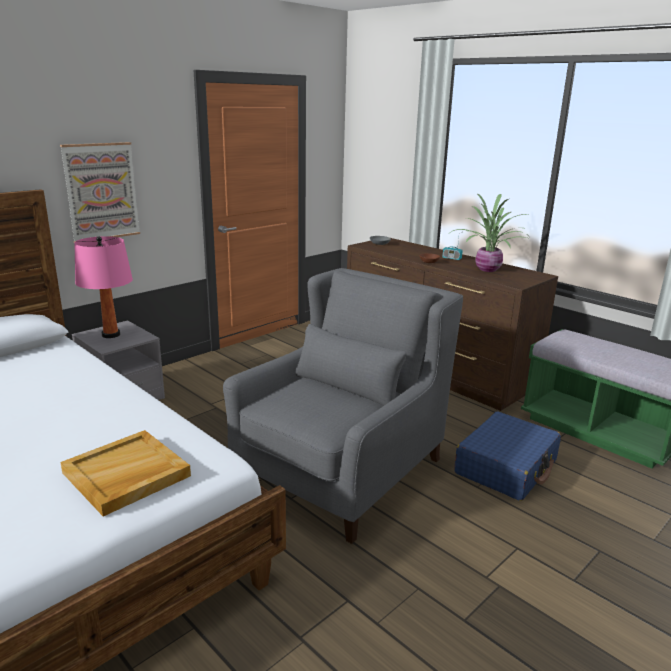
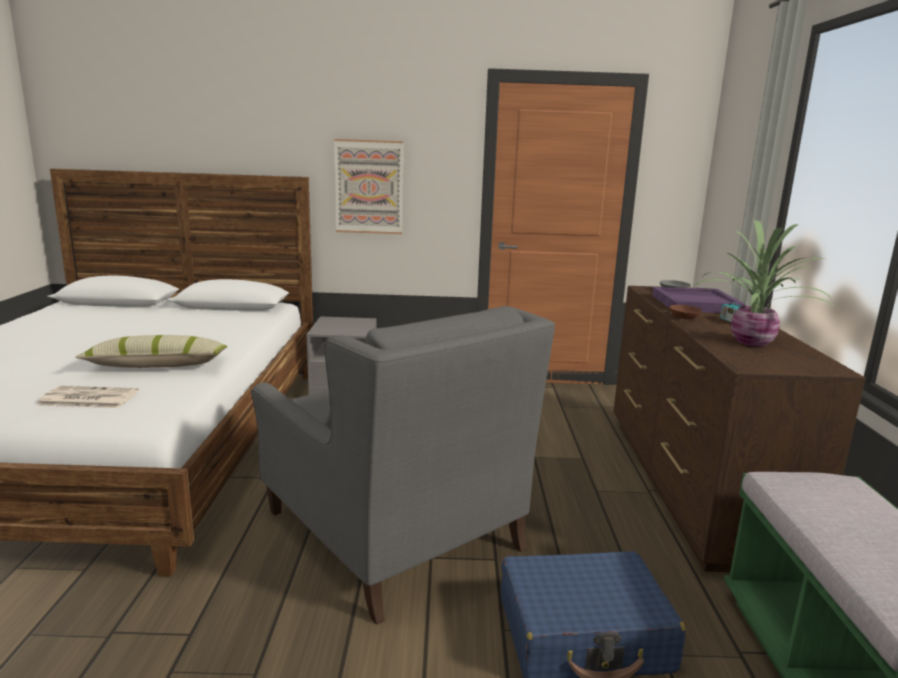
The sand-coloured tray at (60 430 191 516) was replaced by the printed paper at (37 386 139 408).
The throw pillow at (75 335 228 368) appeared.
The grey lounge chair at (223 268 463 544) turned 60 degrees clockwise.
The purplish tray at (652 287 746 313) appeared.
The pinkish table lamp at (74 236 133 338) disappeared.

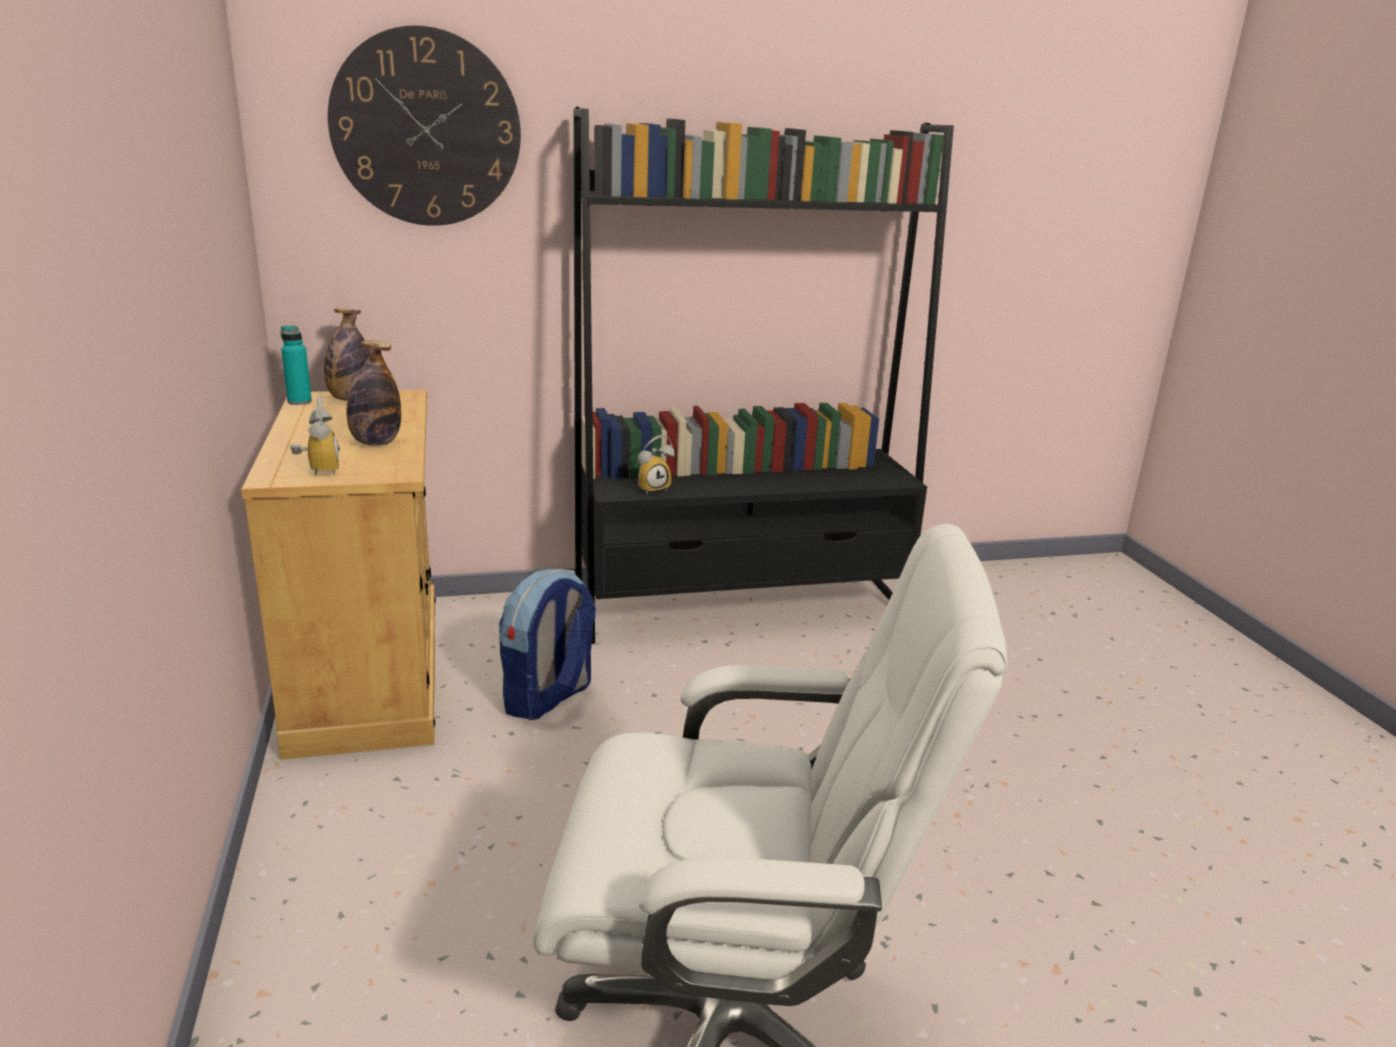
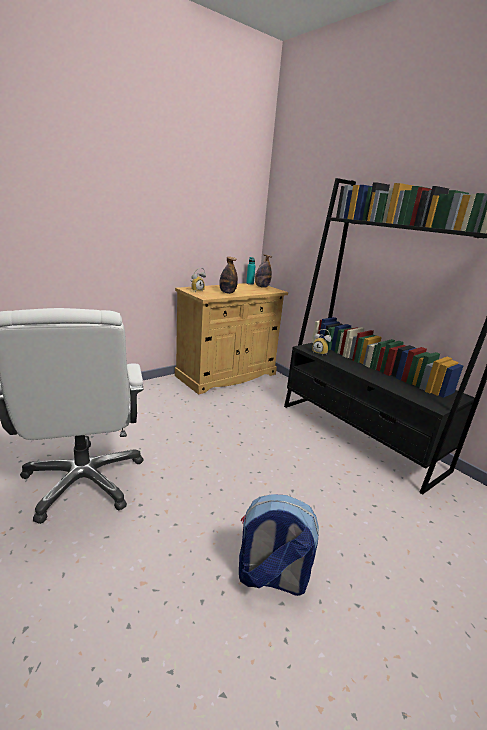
The backpack moved from (498 569 596 720) to (239 494 319 596).
The clock on the wall at (328 25 521 226) disappeared.

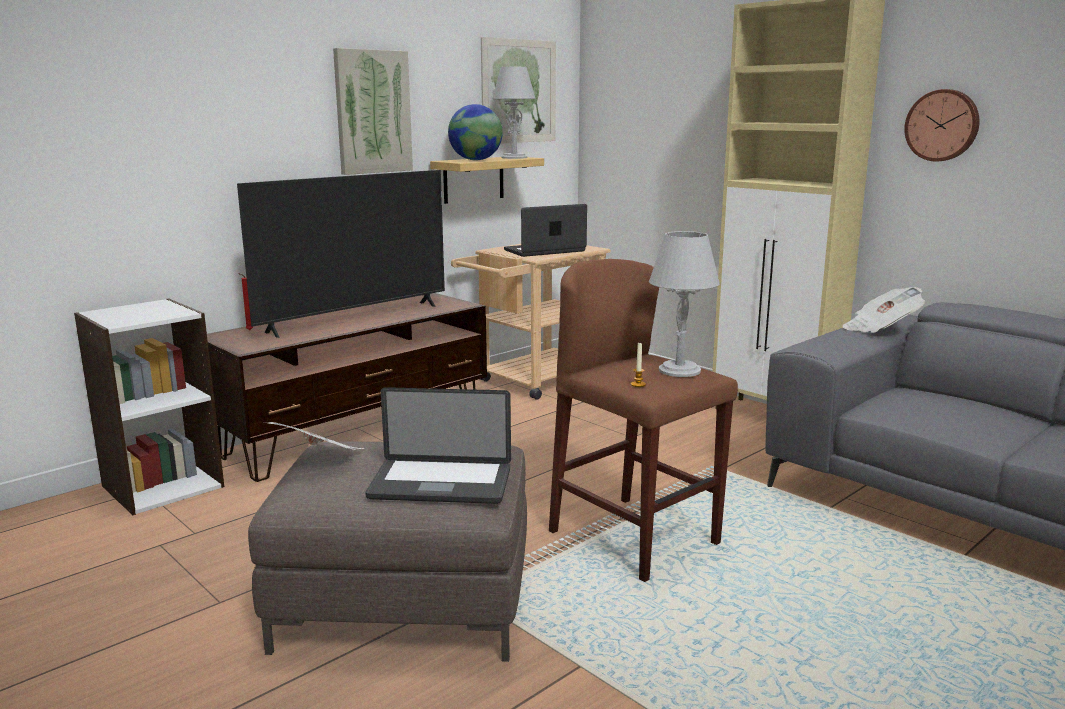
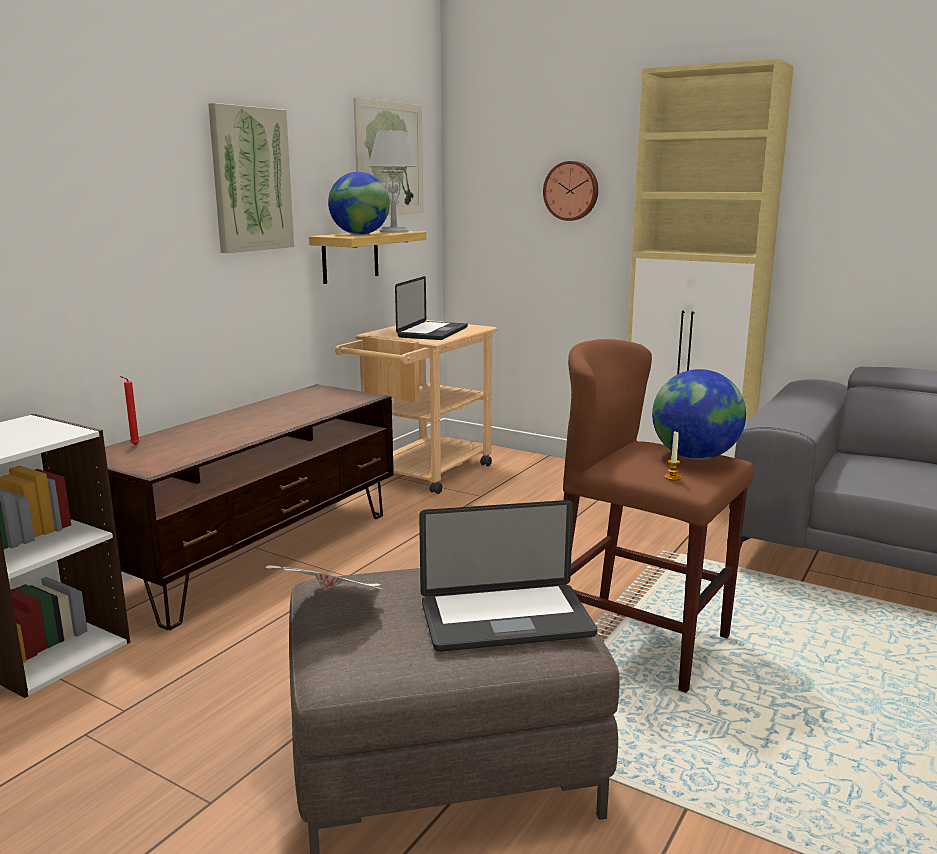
The portable computer at (504 204 587 257) turned 150 degrees clockwise.
The clock on the wall moved from (904 89 980 162) to (543 161 598 221).
The grey table lamp at (649 231 720 377) was replaced by the desk globe at (652 369 746 460).
The TV at (237 170 445 338) disappeared.
The printed paper at (842 287 925 333) disappeared.

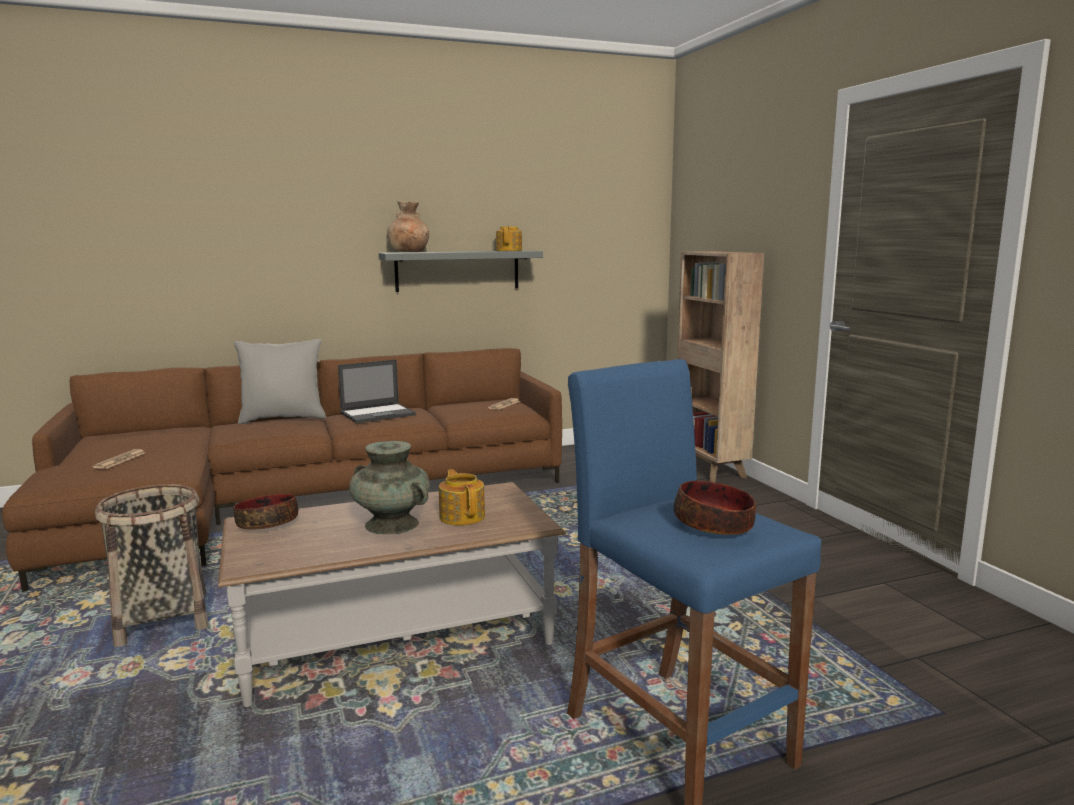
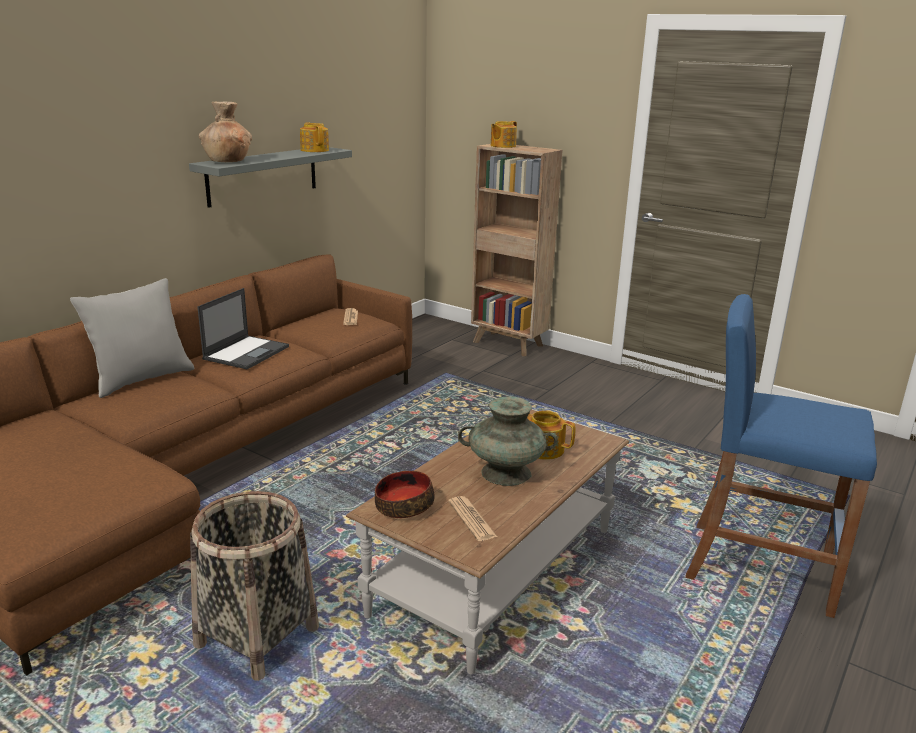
The printed paper moved from (92 449 145 469) to (448 496 497 541).
The teapot at (491 121 517 148) appeared.
The bowl at (674 480 756 535) disappeared.

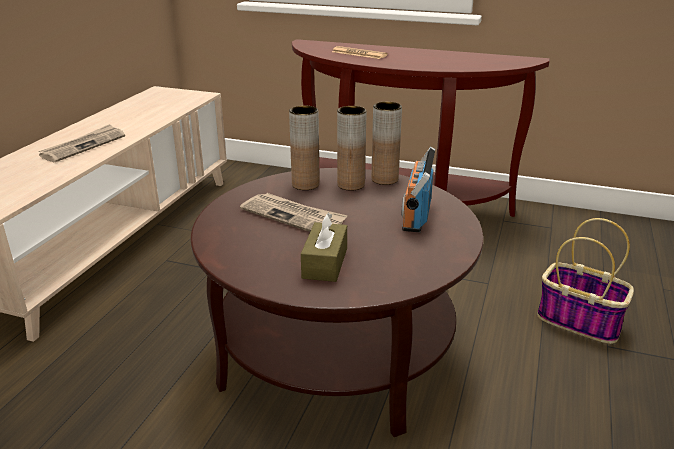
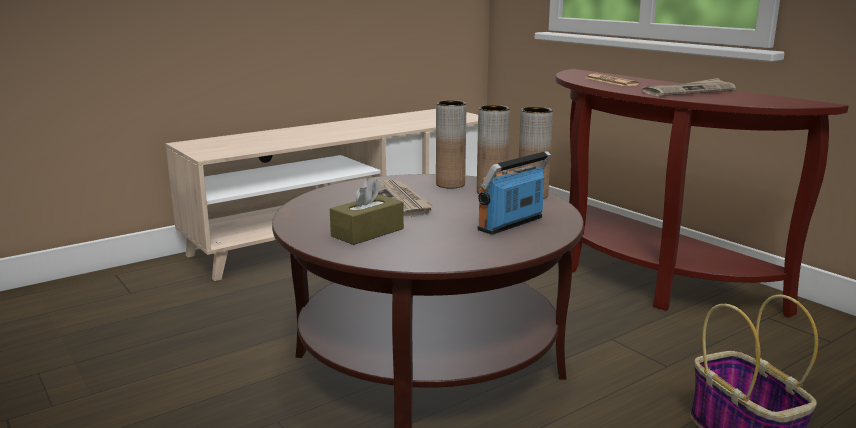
The printed paper moved from (39 124 125 162) to (642 78 736 96).

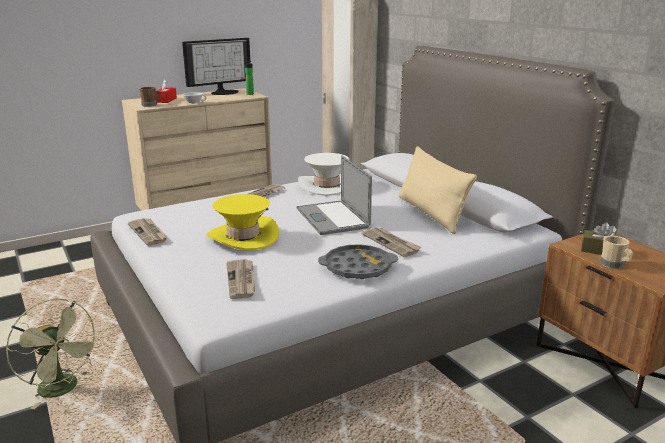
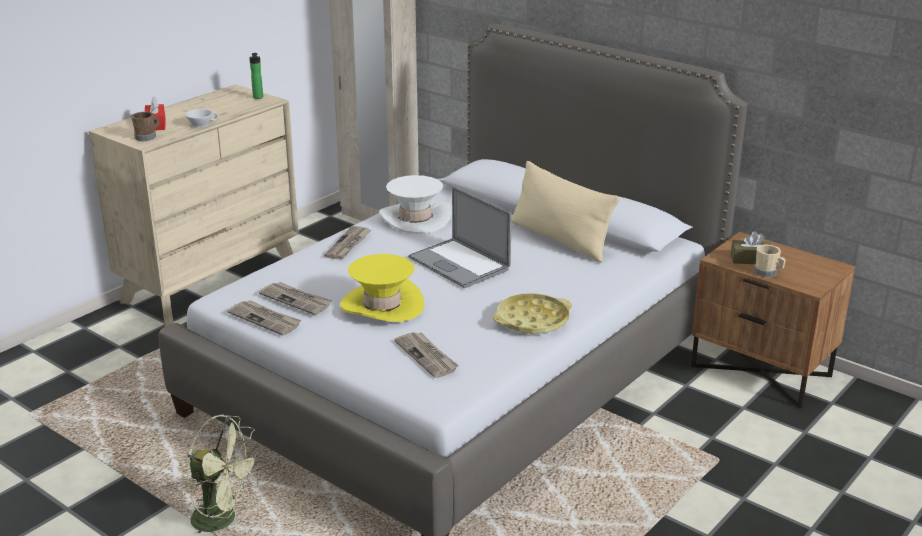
The printed paper moved from (362 228 421 257) to (259 282 332 315).
The grey tray at (318 244 398 279) became the yellowish tray at (493 293 572 334).
The computer screen at (182 38 250 95) disappeared.

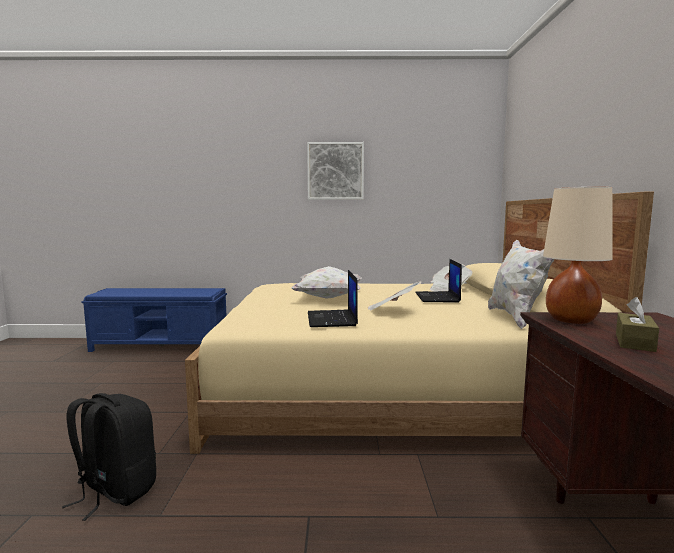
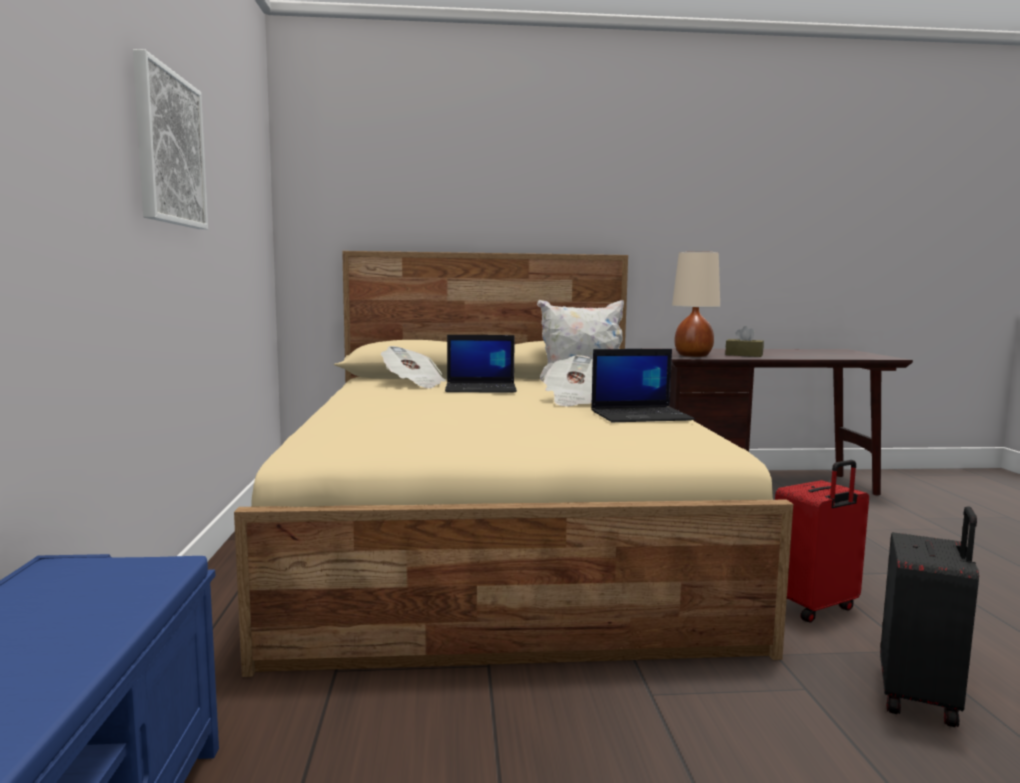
The red-coloured travel case at (775 460 869 622) appeared.
The black-coloured backpack at (62 393 156 521) was replaced by the black-coloured travel case at (880 506 979 727).
The whitish throw pillow at (291 266 361 299) disappeared.

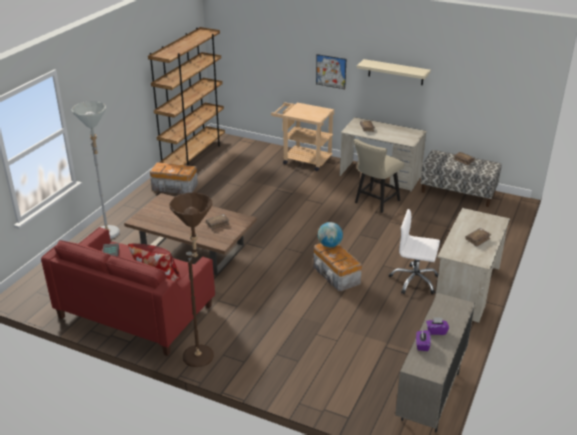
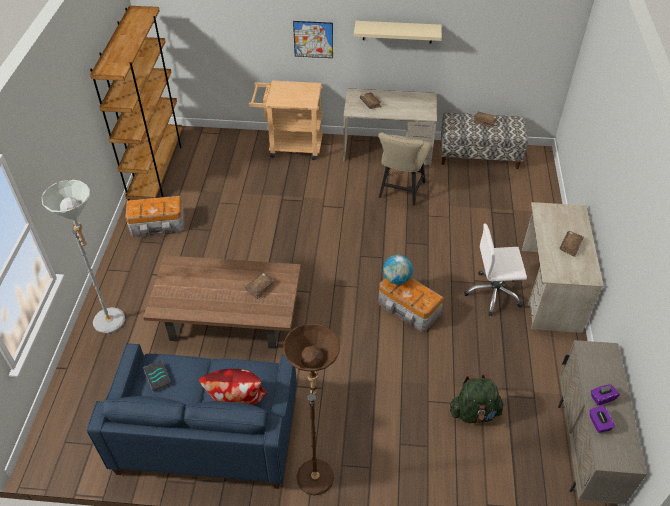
The red-coloured couch at (41 227 215 356) became the blue couch at (87 343 297 489).
The greenish backpack at (450 374 505 423) appeared.

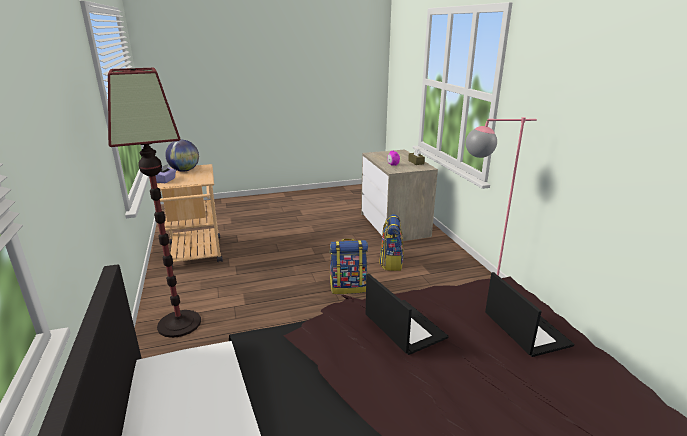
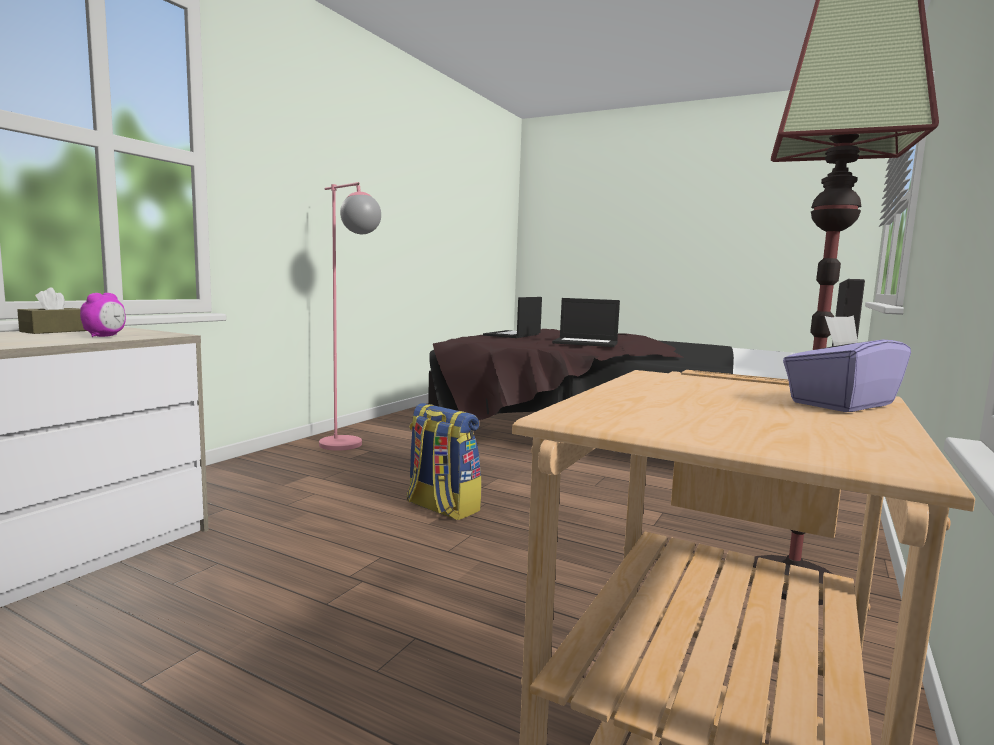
The portable computer at (366 274 449 355) turned 90 degrees counterclockwise.
The desk globe at (165 140 199 172) disappeared.
The backpack at (379 214 404 271) disappeared.

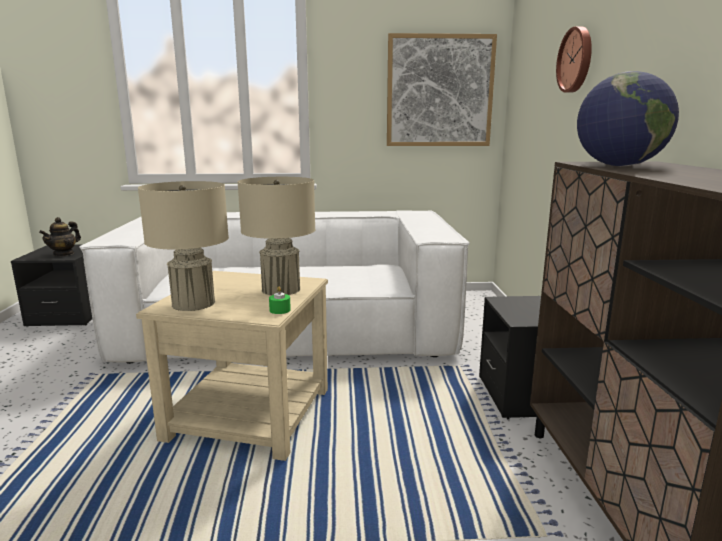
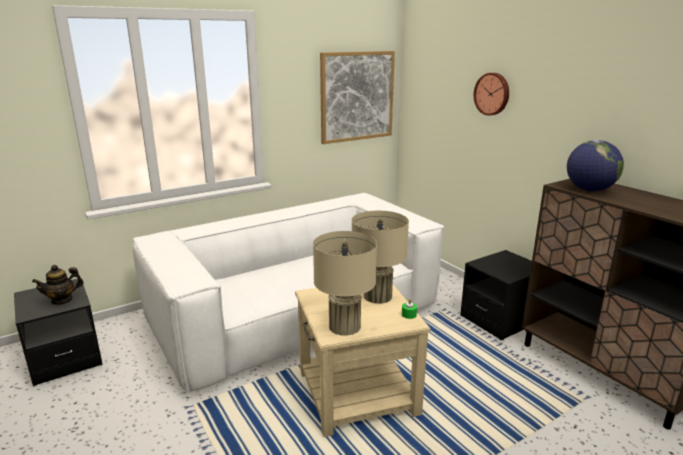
The teapot at (39 217 81 256) turned 60 degrees clockwise.

